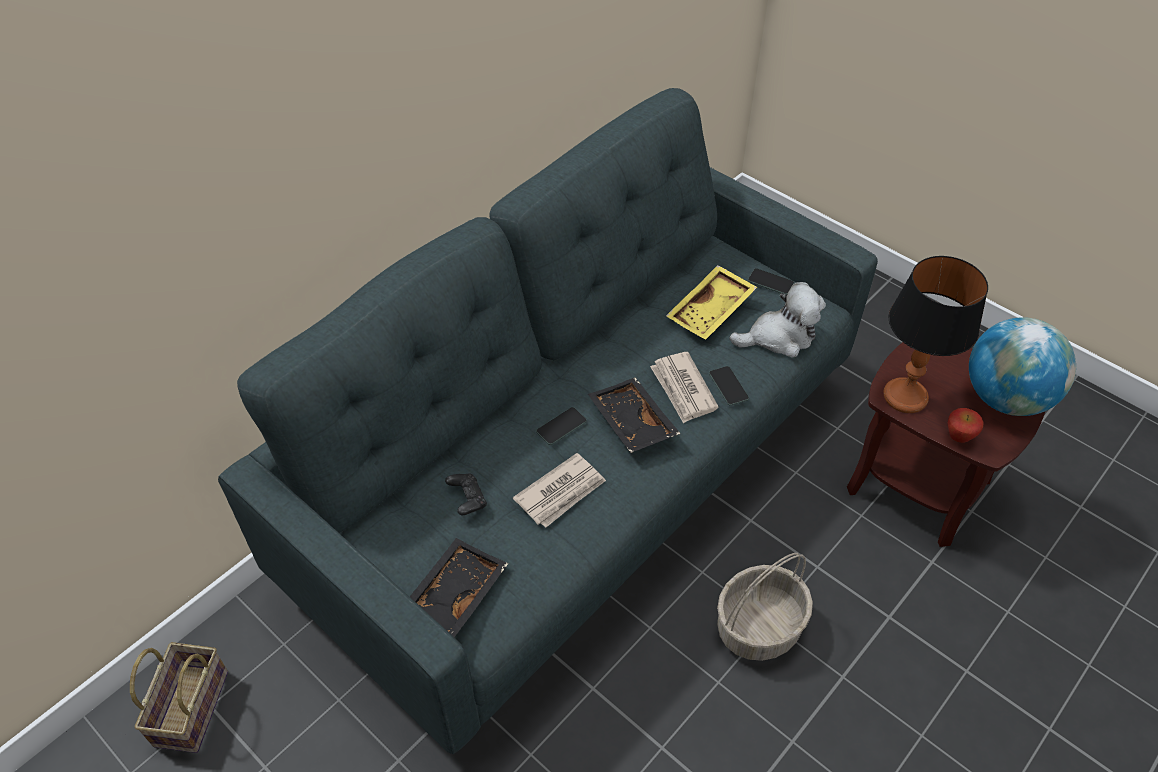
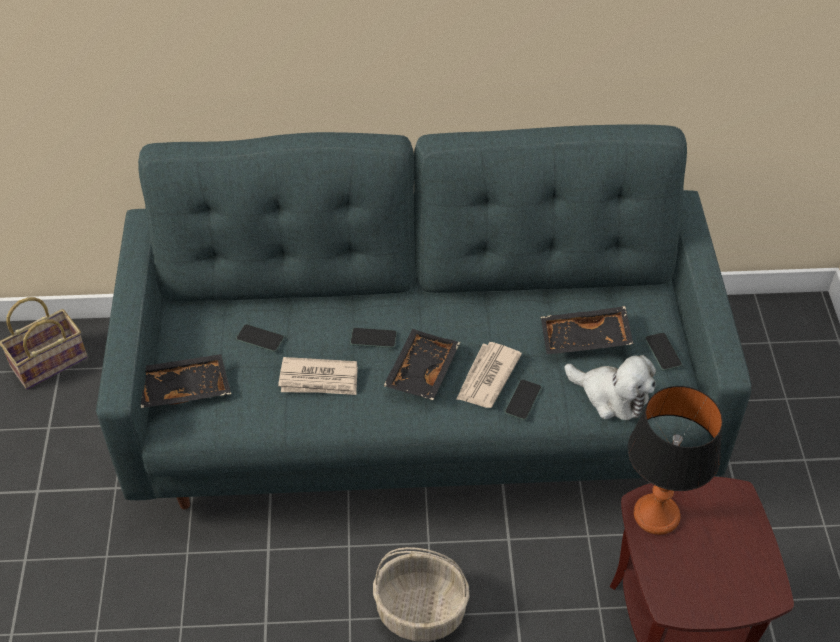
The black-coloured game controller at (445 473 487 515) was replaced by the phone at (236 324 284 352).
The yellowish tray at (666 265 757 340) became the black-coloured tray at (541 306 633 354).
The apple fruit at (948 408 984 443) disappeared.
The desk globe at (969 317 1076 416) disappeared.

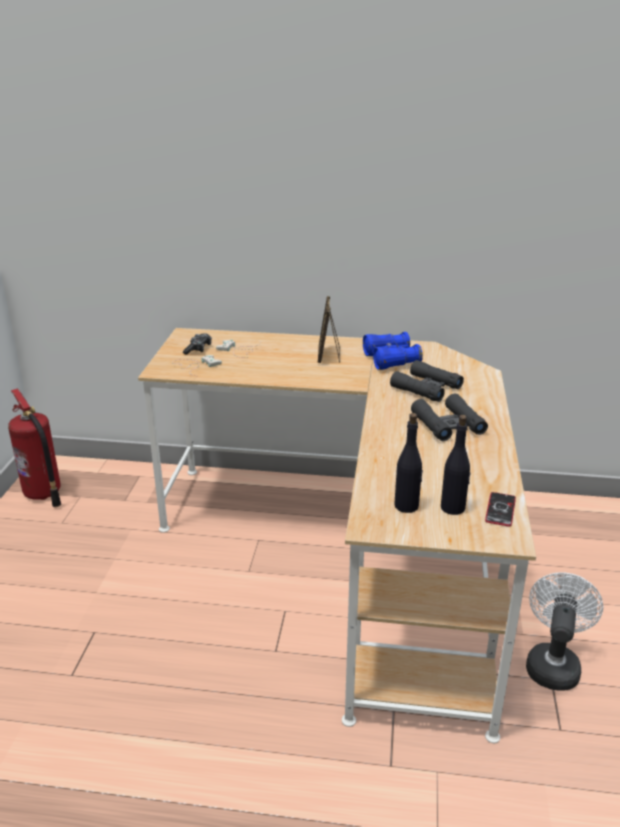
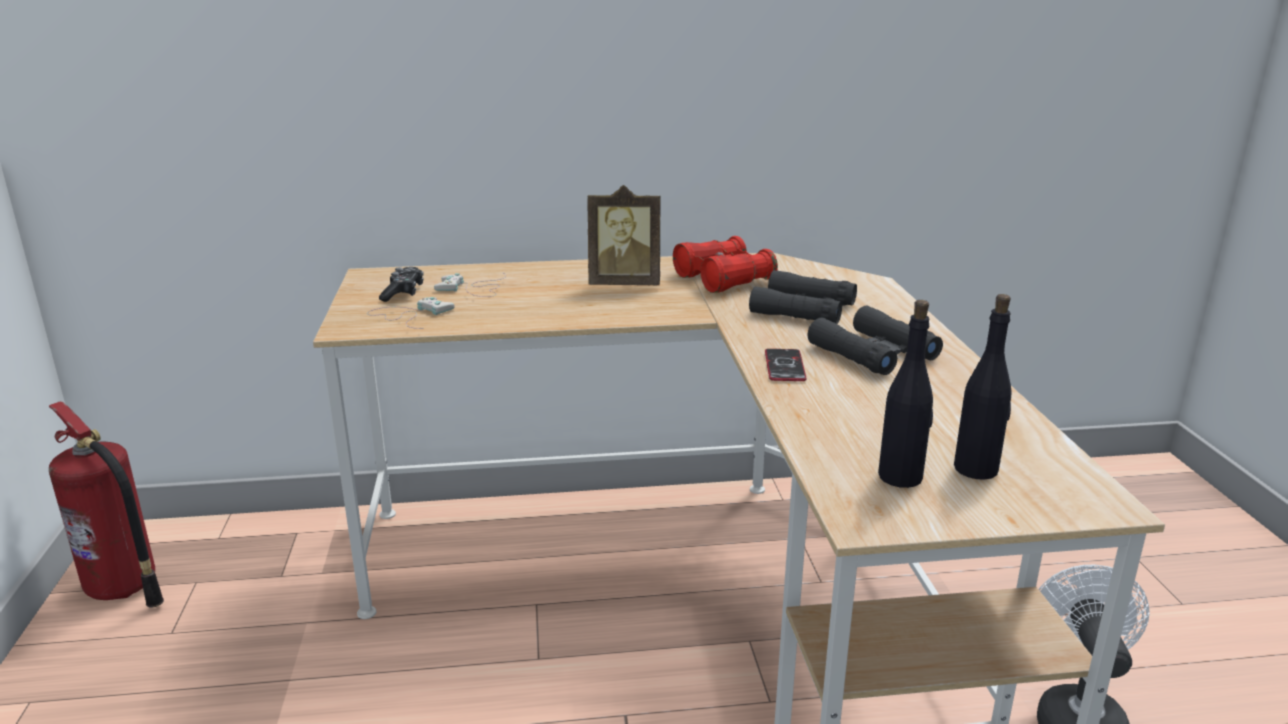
The photo frame at (318 296 340 363) turned 75 degrees counterclockwise.
The blue binoculars at (363 332 423 370) became the red-coloured binoculars at (673 236 778 293).
The phone moved from (485 492 516 527) to (765 349 807 381).

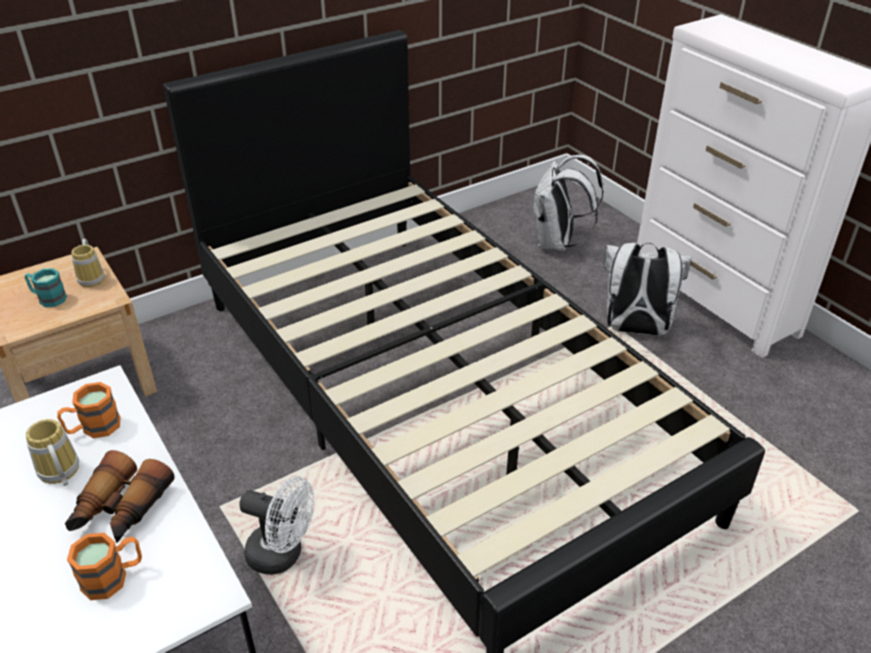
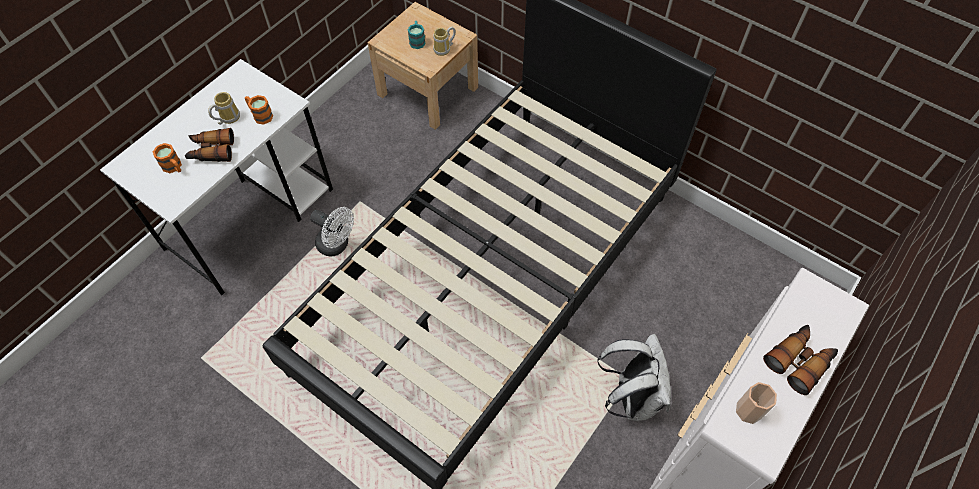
The whitish cooling fan at (239 476 314 575) turned 60 degrees counterclockwise.
The small cup at (736 382 777 424) appeared.
The binoculars at (763 325 838 395) appeared.
The whitish backpack at (532 155 604 251) disappeared.

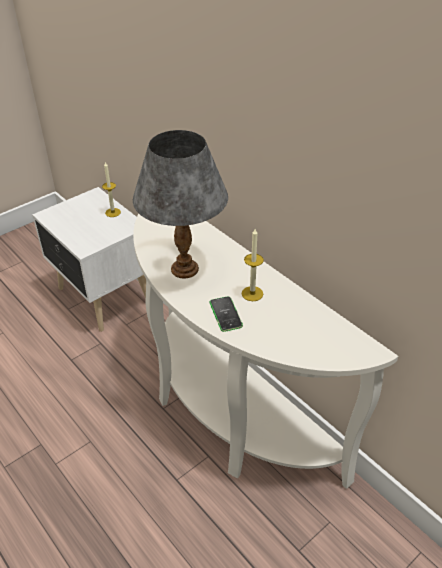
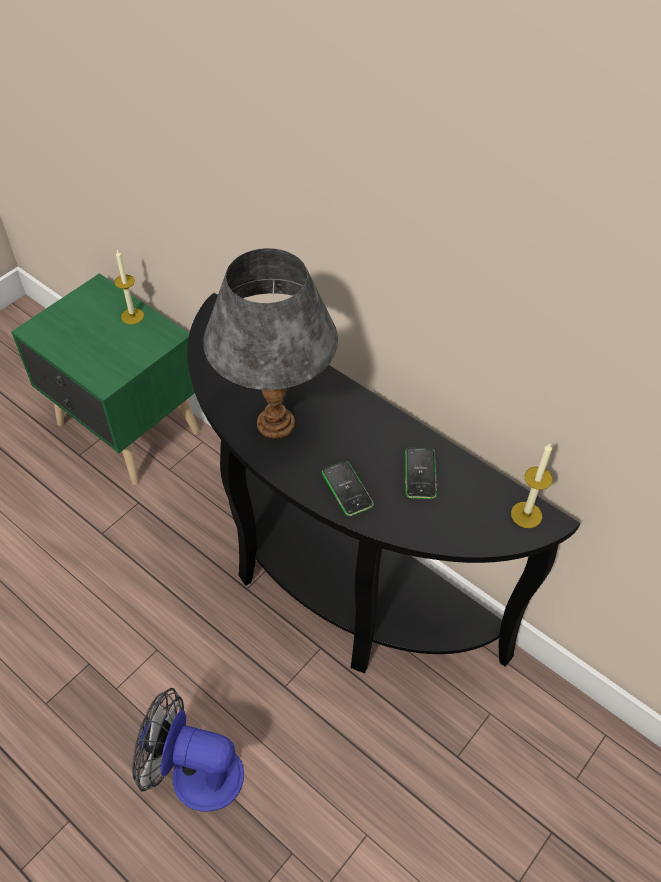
The whitish bedside table at (32 187 146 332) became the greenish bedside table at (11 273 200 485).
The cooling fan at (132 688 244 812) appeared.
The whitish hall table at (133 214 398 489) became the black-coloured hall table at (187 293 580 673).
The phone at (405 448 437 499) appeared.
The wax light moved from (242 229 264 301) to (511 444 553 528).

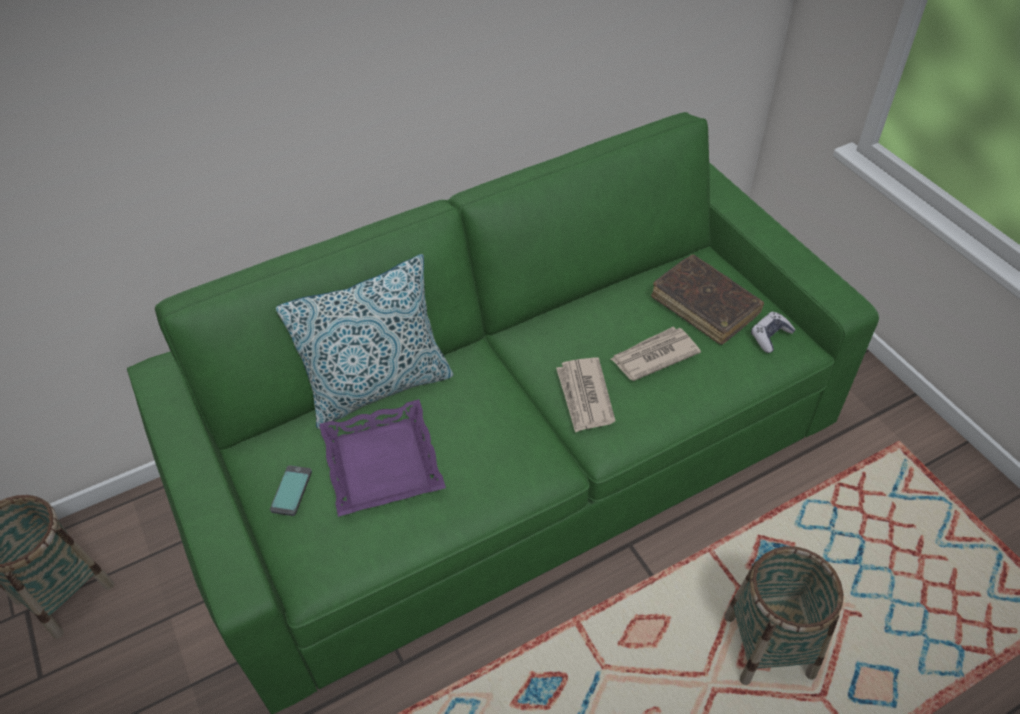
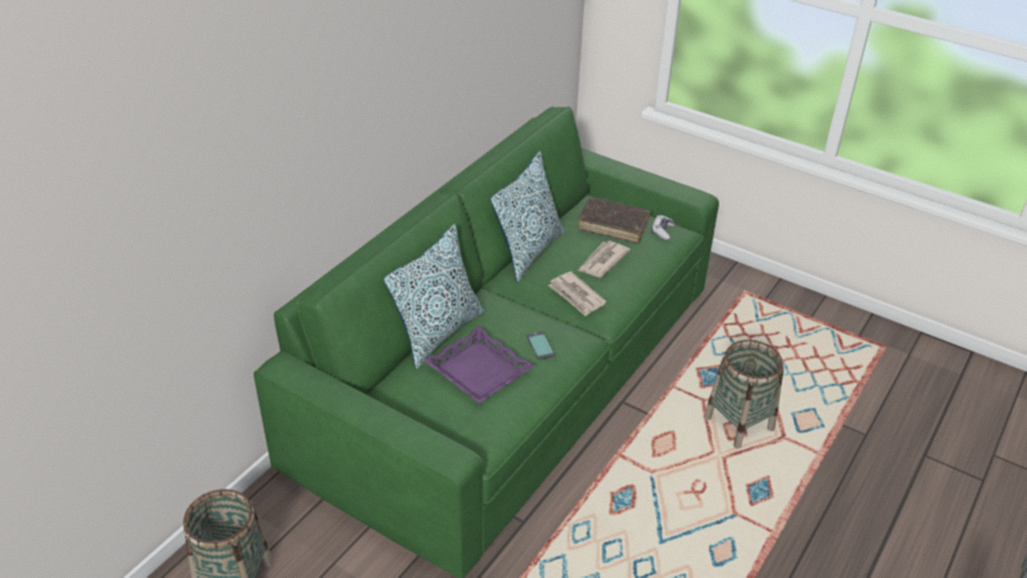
The throw pillow at (490 151 564 282) appeared.
The phone moved from (270 465 312 516) to (527 331 555 360).

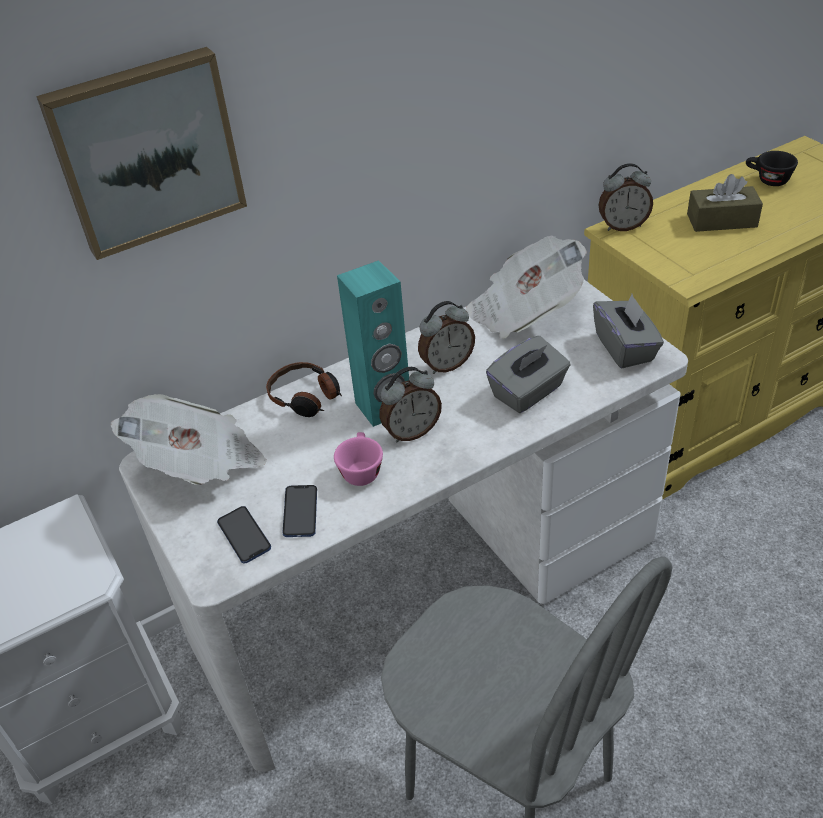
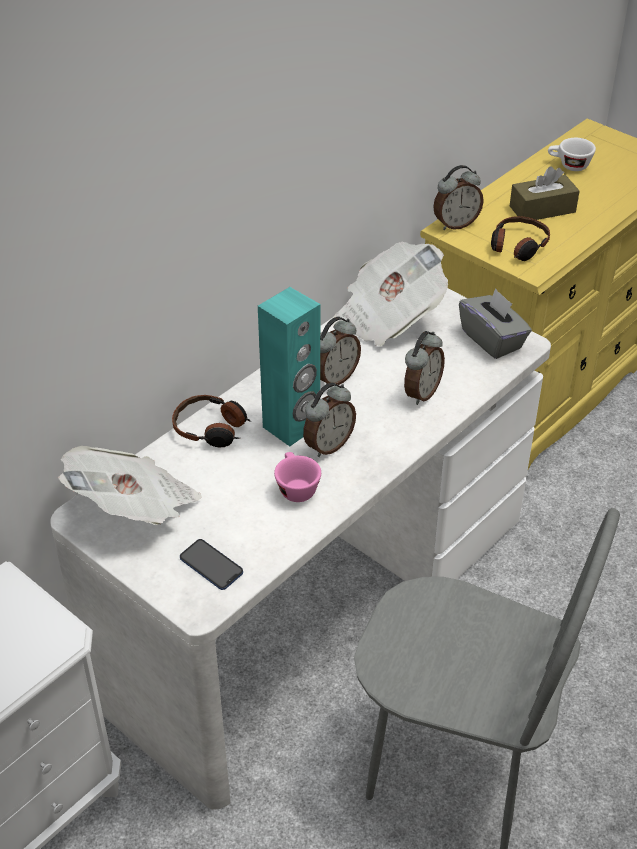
The grey tissue holder at (486 336 570 413) was replaced by the alarm clock at (404 331 445 405).
The headset at (491 216 550 261) appeared.
The black-coloured small cup at (746 151 798 186) became the whitish small cup at (548 138 596 171).
The wall picture at (36 47 247 260) disappeared.
The phone at (283 485 317 537) disappeared.

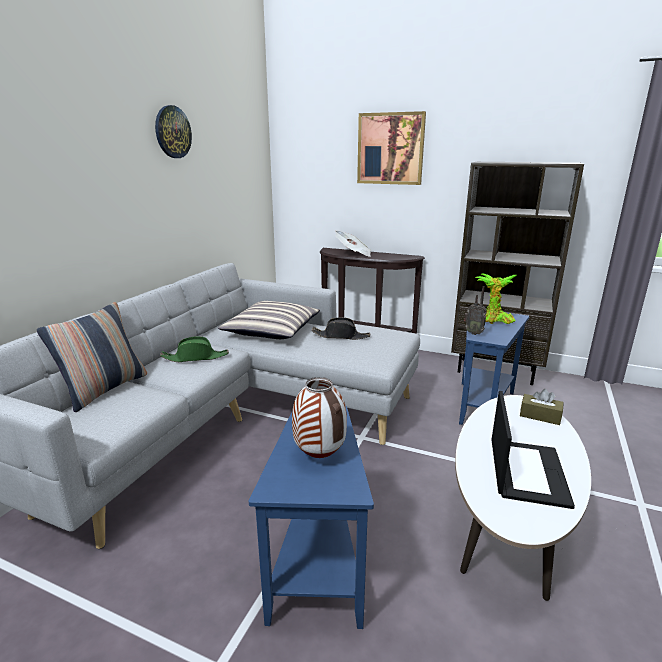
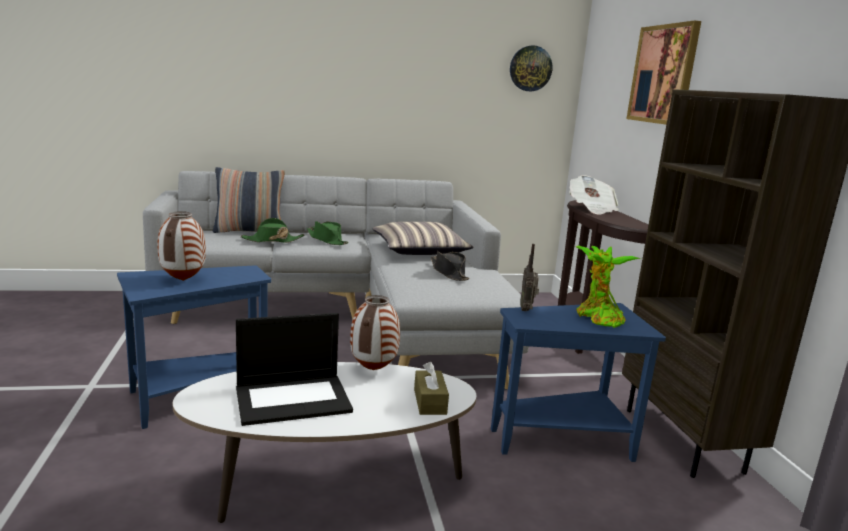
The greenish wearable hat at (241 218 305 243) appeared.
The decorative vase at (350 295 400 370) appeared.
The clock on the wall moved from (155 105 192 158) to (510 45 553 91).

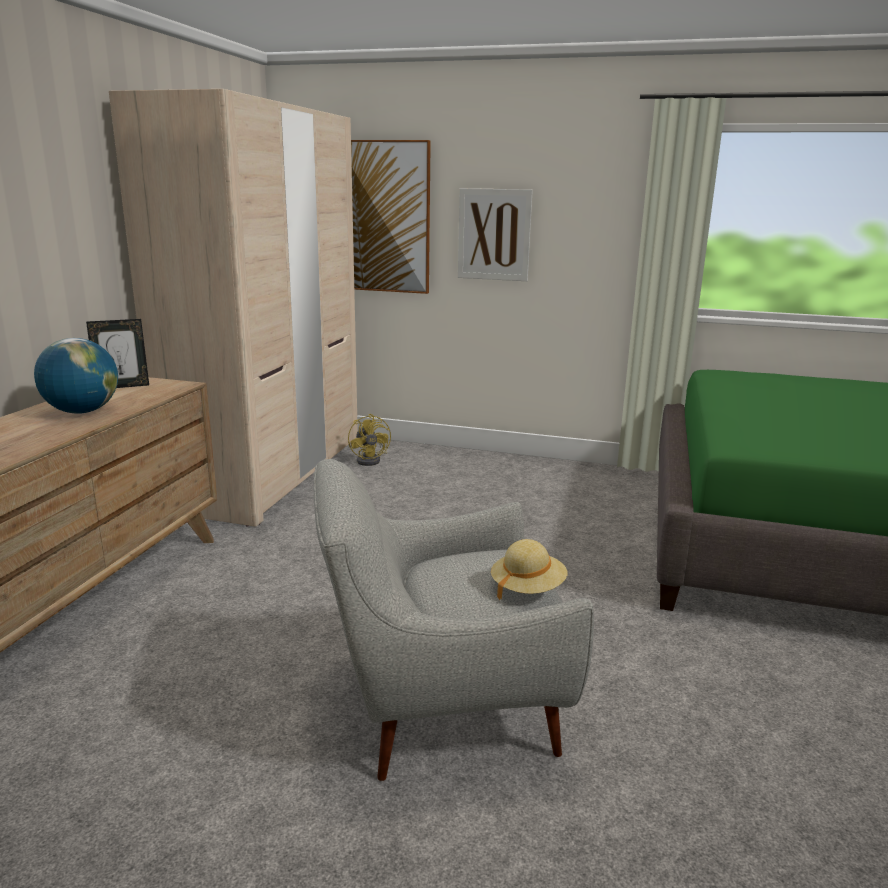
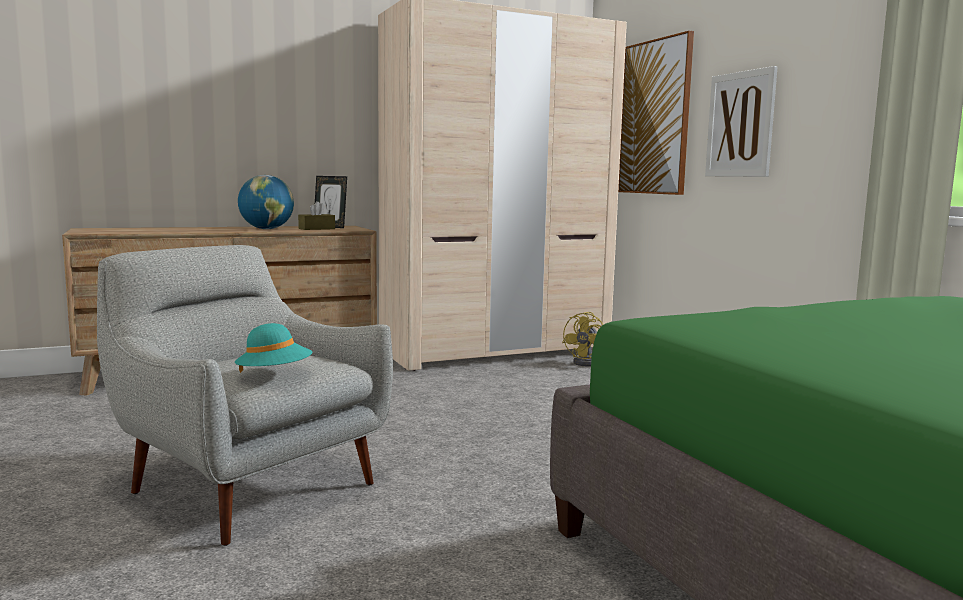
The sand-coloured wearable hat at (491 539 568 600) became the turquoise-coloured wearable hat at (235 323 312 373).
The brown tissue holder at (298 201 335 230) appeared.

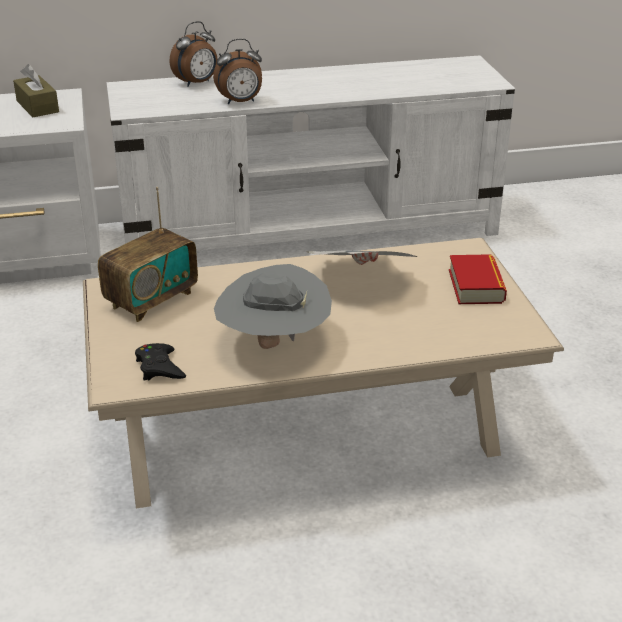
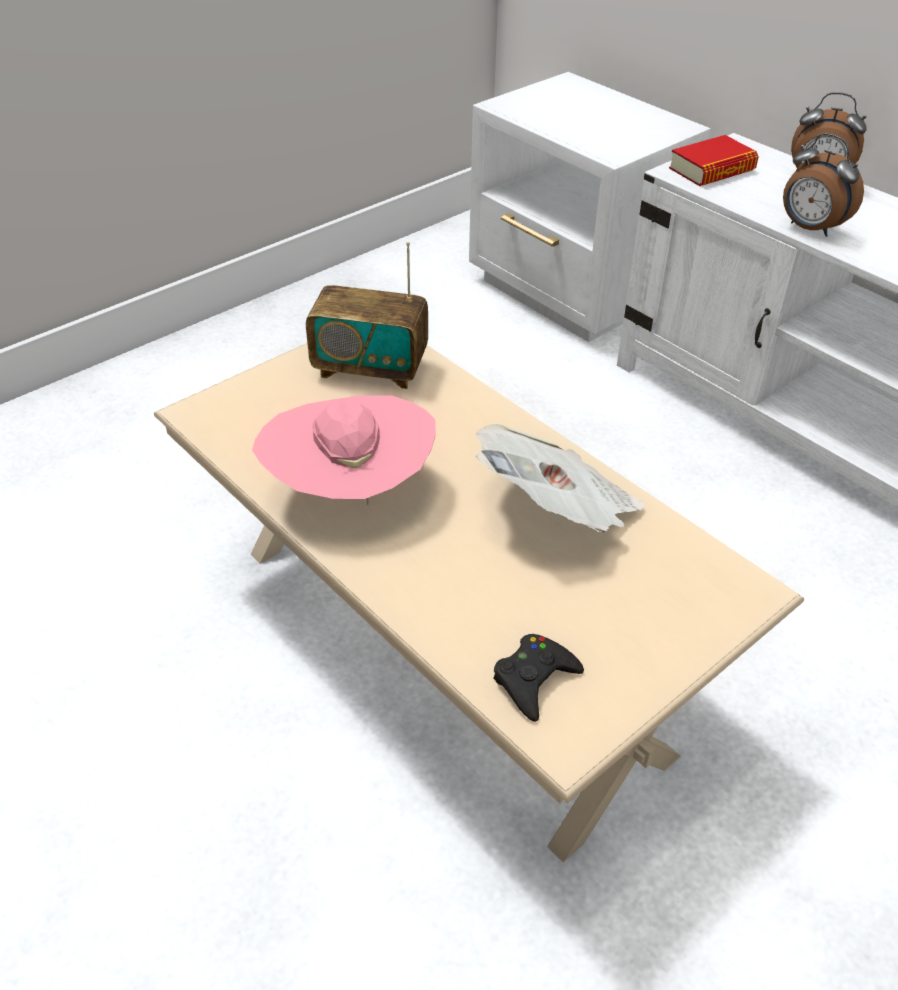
The grey wearable hat at (214 264 332 349) became the pinkish wearable hat at (252 395 436 505).
The black-coloured game controller moved from (135 343 186 381) to (493 634 584 722).
The bound book moved from (449 254 507 304) to (669 135 759 186).
The brown tissue holder at (13 64 59 117) disappeared.

